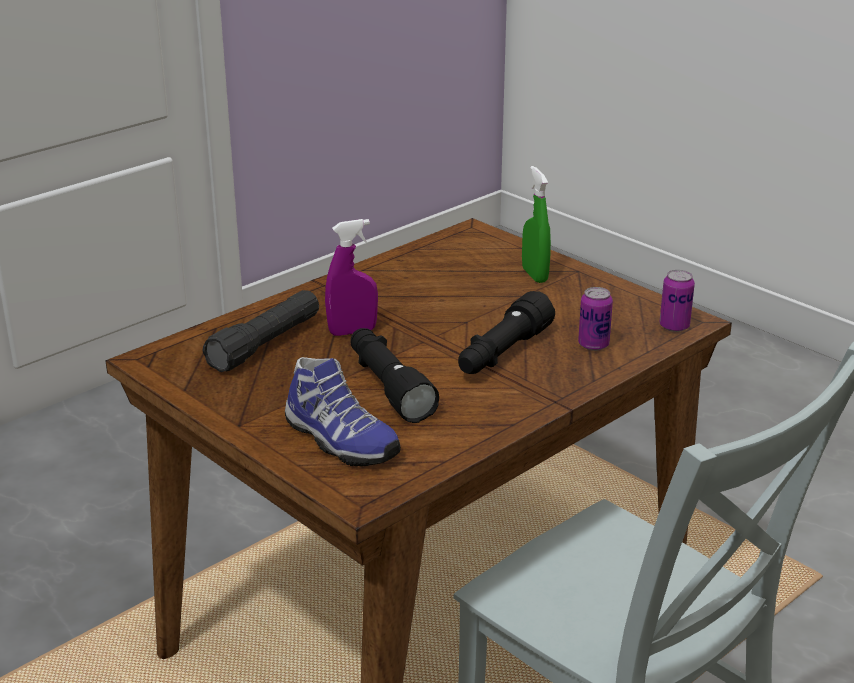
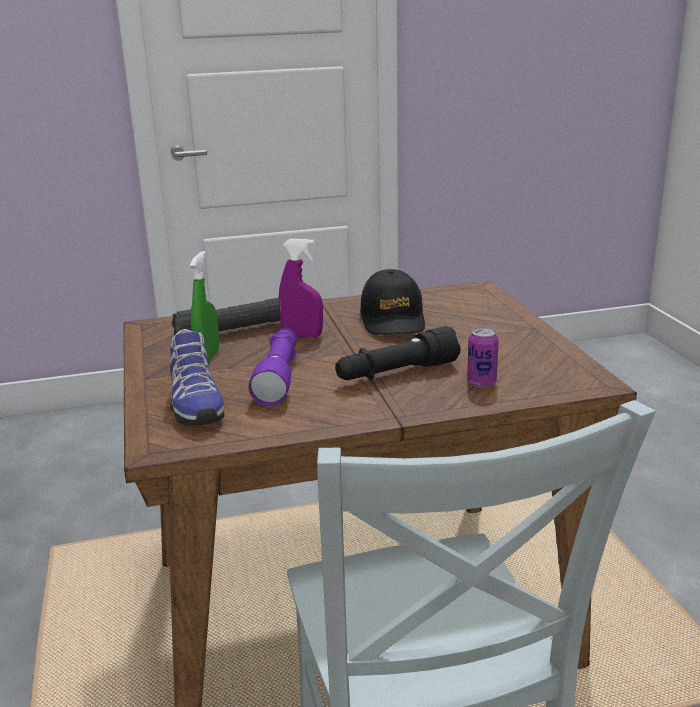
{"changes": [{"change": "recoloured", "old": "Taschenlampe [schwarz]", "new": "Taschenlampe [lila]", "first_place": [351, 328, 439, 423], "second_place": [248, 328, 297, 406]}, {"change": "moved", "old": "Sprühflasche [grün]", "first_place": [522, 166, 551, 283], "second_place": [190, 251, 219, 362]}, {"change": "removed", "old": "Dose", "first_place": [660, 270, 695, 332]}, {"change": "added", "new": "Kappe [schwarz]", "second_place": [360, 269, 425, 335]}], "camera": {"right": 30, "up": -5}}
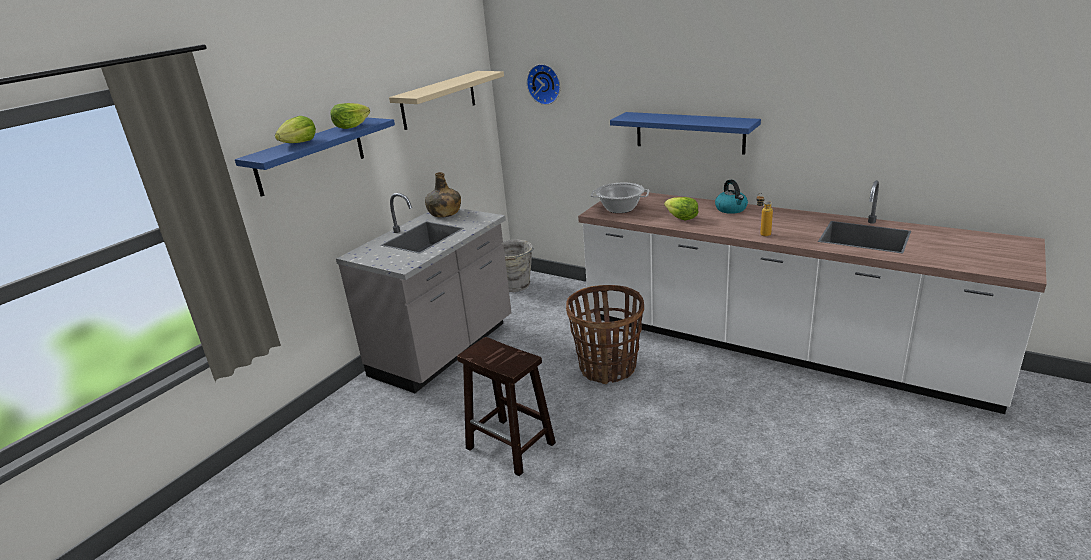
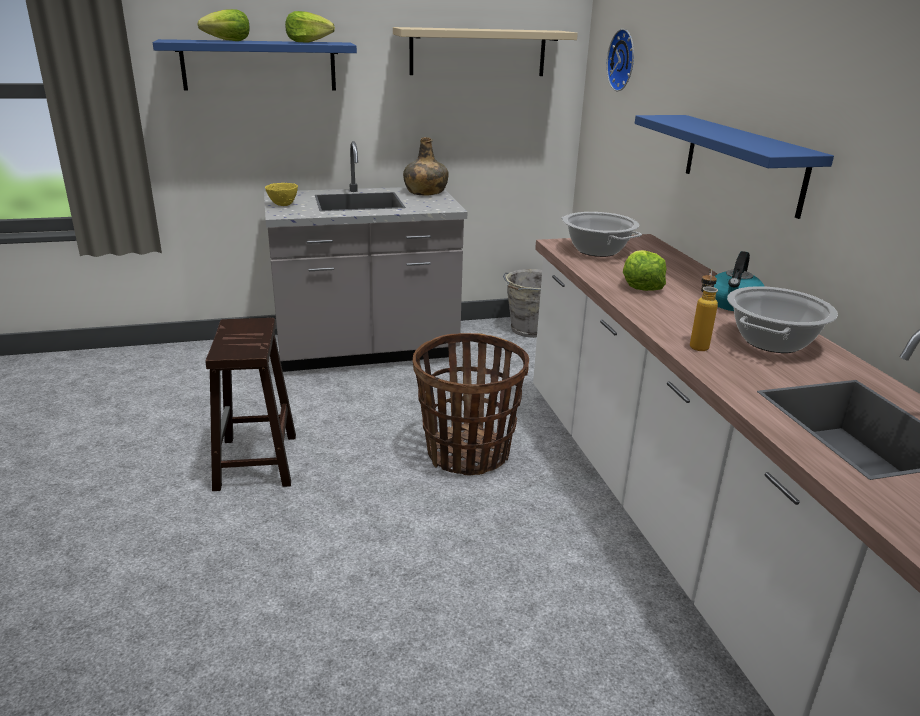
{"changes": [{"change": "added", "new": "Schüssel [gelb]", "second_place": [265, 183, 298, 206]}, {"change": "added", "new": "Kochtopf", "second_place": [727, 286, 838, 353]}], "camera": {"right": 40, "up": 0}}
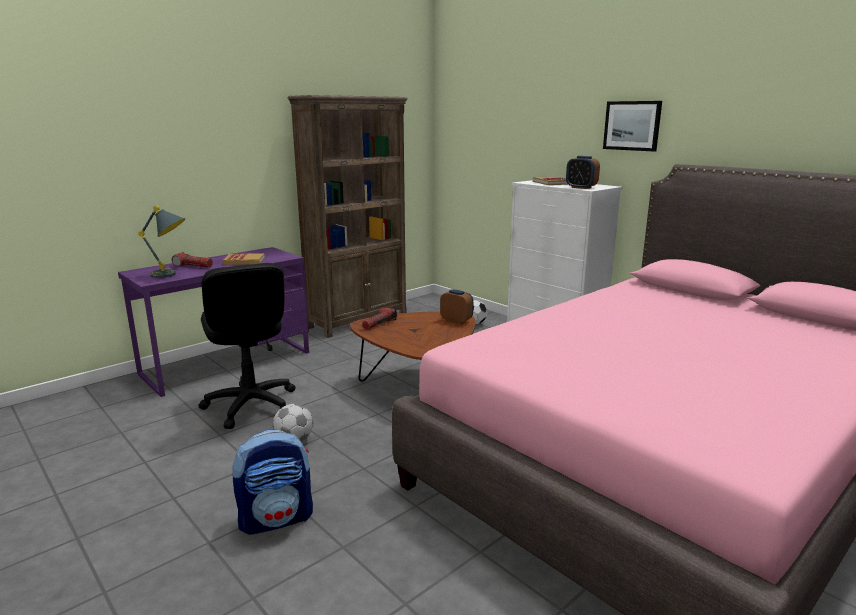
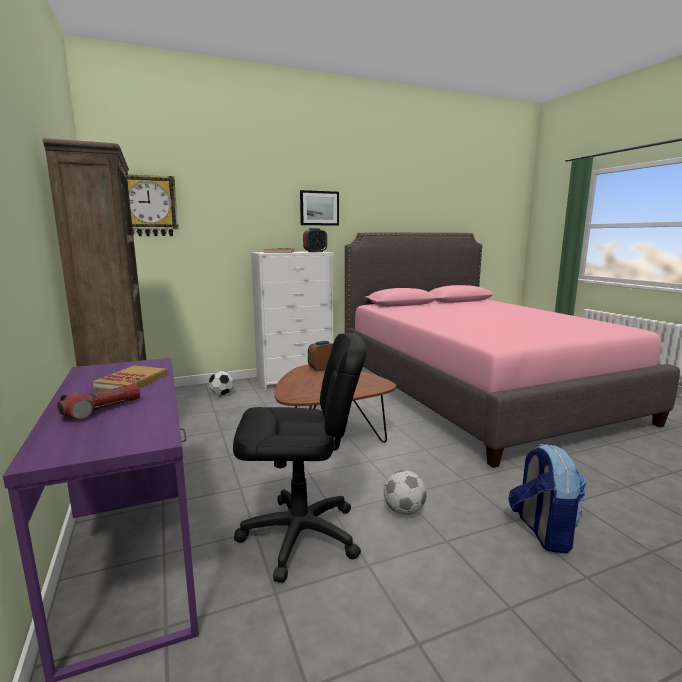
{"changes": [{"change": "removed", "old": "Tischlampe [grau]", "first_place": [138, 206, 185, 278]}, {"change": "removed", "old": "Taschenlampe", "first_place": [362, 308, 397, 330]}, {"change": "added", "new": "Wanduhr", "second_place": [127, 174, 179, 236]}], "camera": {"right": -70, "up": -5}}
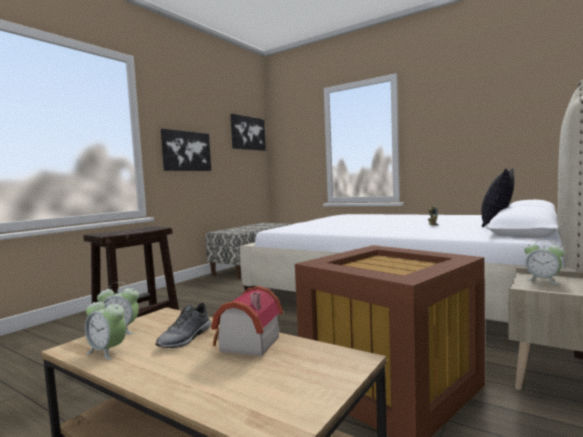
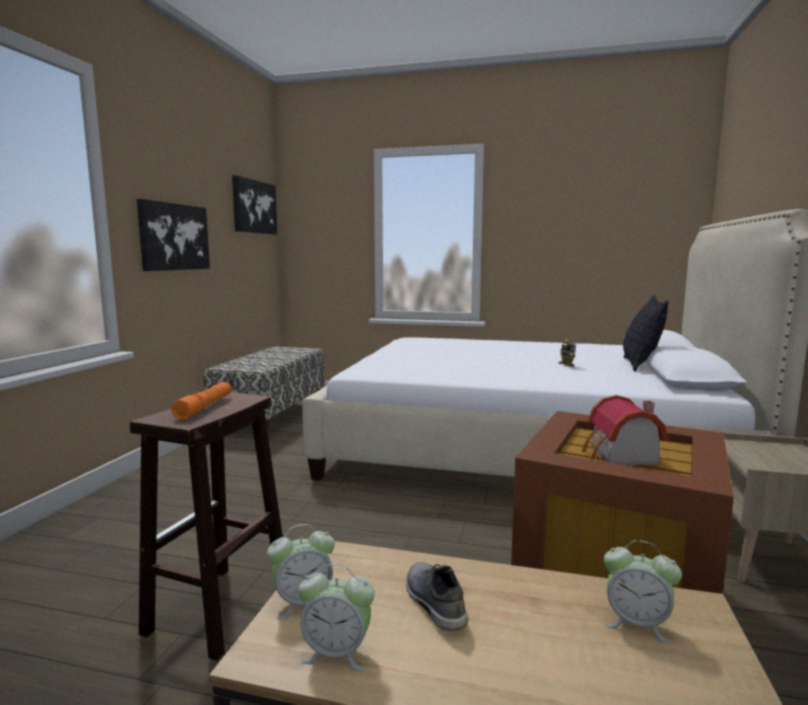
{"changes": [{"change": "turned", "old": "Schuh [grau]", "first_place": [155, 303, 211, 348], "second_place": [406, 562, 468, 631], "degrees": 150}, {"change": "moved", "old": "Spielzeughaus", "first_place": [211, 286, 283, 356], "second_place": [582, 395, 669, 465]}, {"change": "moved", "old": "Wecker", "first_place": [524, 239, 565, 285], "second_place": [604, 540, 682, 643]}, {"change": "added", "new": "Taschenlampe [orange]", "second_place": [171, 382, 232, 420]}], "camera": {"right": -20, "up": 5}}
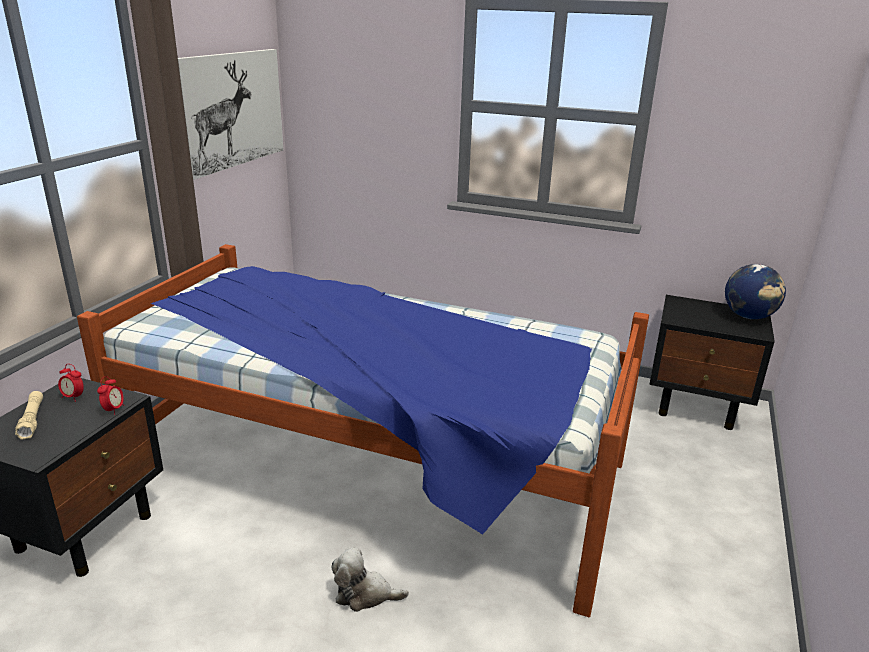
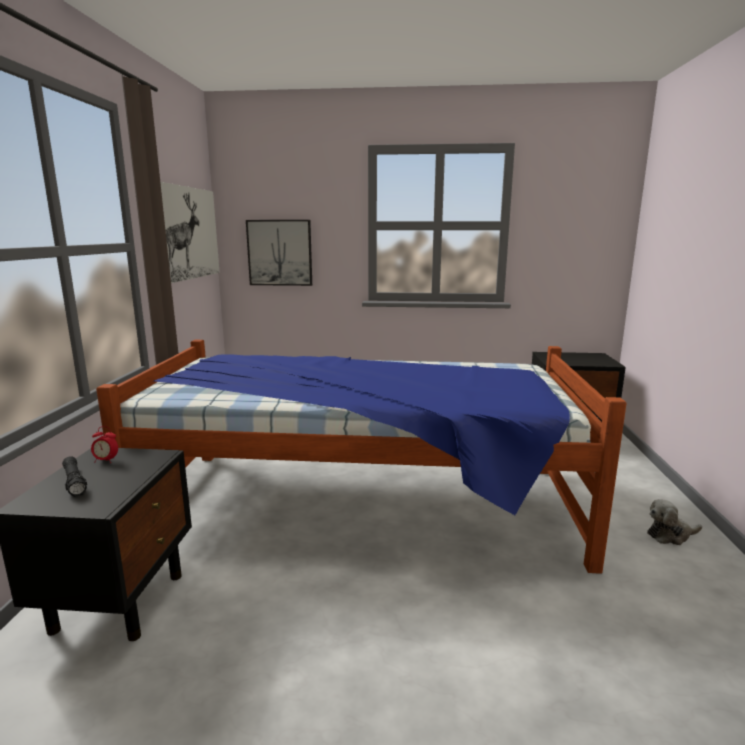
{"changes": [{"change": "recoloured", "old": "Taschenlampe [beige]", "new": "Taschenlampe [schwarz]", "first_place": [15, 391, 43, 440], "second_place": [62, 456, 87, 497]}, {"change": "removed", "old": "Wecker", "first_place": [97, 376, 124, 415]}, {"change": "moved", "old": "Plüschtier", "first_place": [332, 547, 409, 612], "second_place": [647, 499, 702, 545]}, {"change": "removed", "old": "Globus", "first_place": [725, 264, 786, 319]}, {"change": "added", "new": "Bild", "second_place": [246, 220, 312, 286]}], "camera": {"right": -15, "up": -10}}
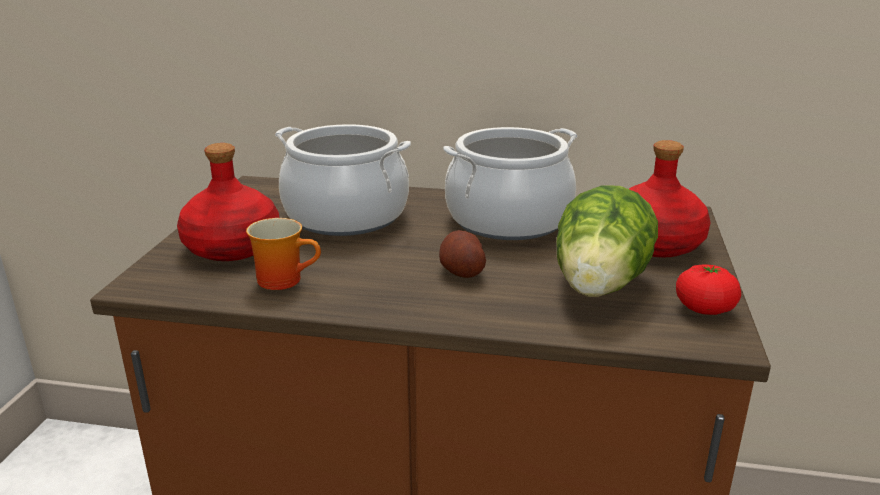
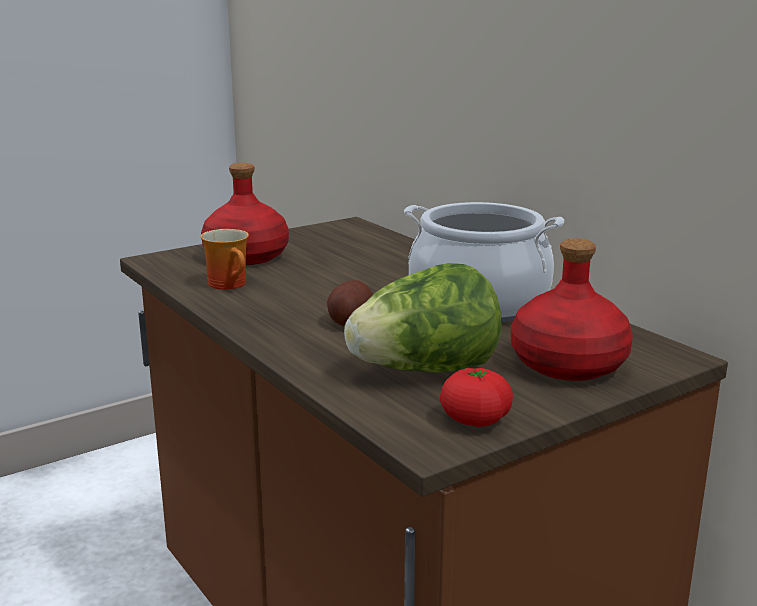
{"changes": [{"change": "removed", "old": "Kochtopf", "first_place": [275, 124, 411, 236]}], "camera": {"right": 45, "up": -5}}
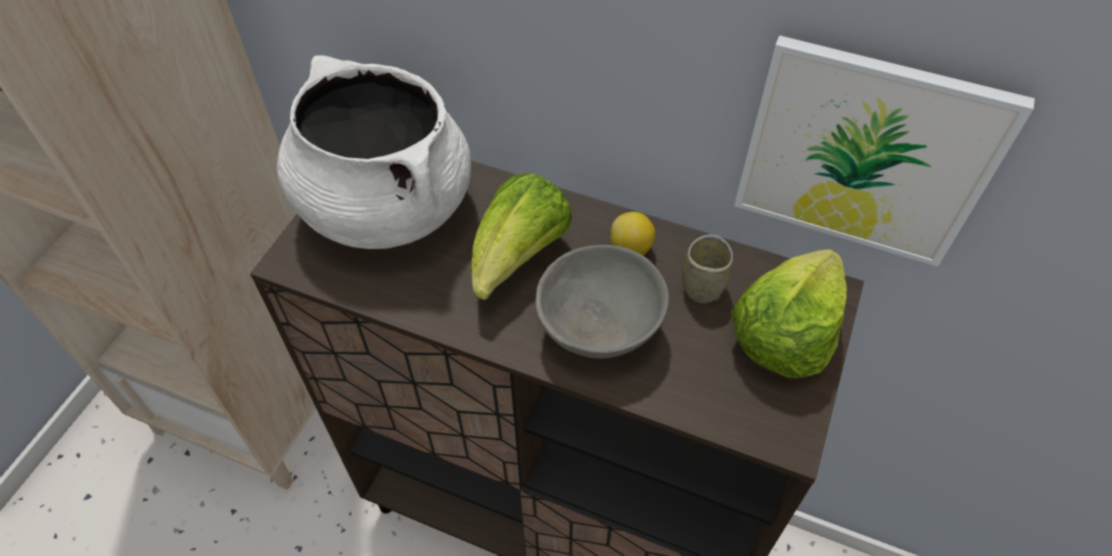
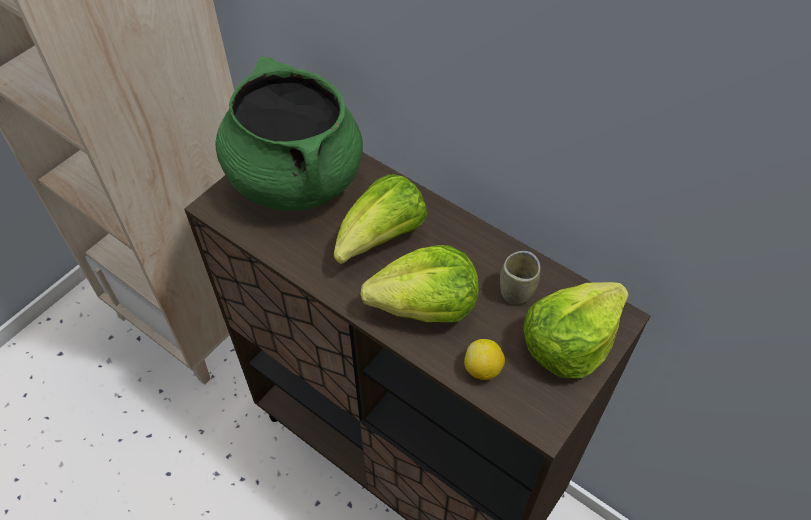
{"changes": [{"change": "recoloured", "old": "Kochtopf [weiß]", "new": "Kochtopf [grün]", "first_place": [277, 55, 471, 249], "second_place": [215, 56, 363, 211]}, {"change": "replaced", "old": "Schüssel [grau]", "new": "Salatkopf", "first_place": [535, 245, 669, 359], "second_place": [360, 245, 479, 322]}, {"change": "moved", "old": "Zitrone", "first_place": [611, 212, 655, 255], "second_place": [464, 339, 505, 380]}, {"change": "removed", "old": "Bild", "first_place": [734, 35, 1035, 267]}], "camera": {"right": 15, "up": 0}}
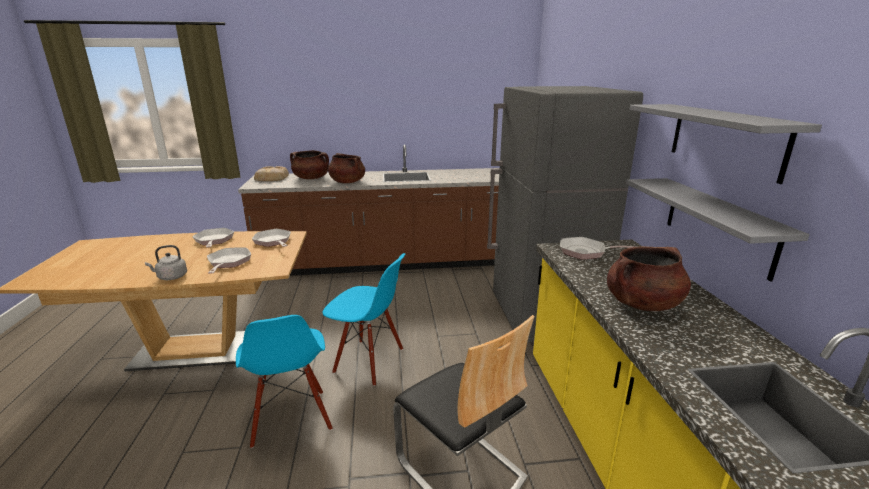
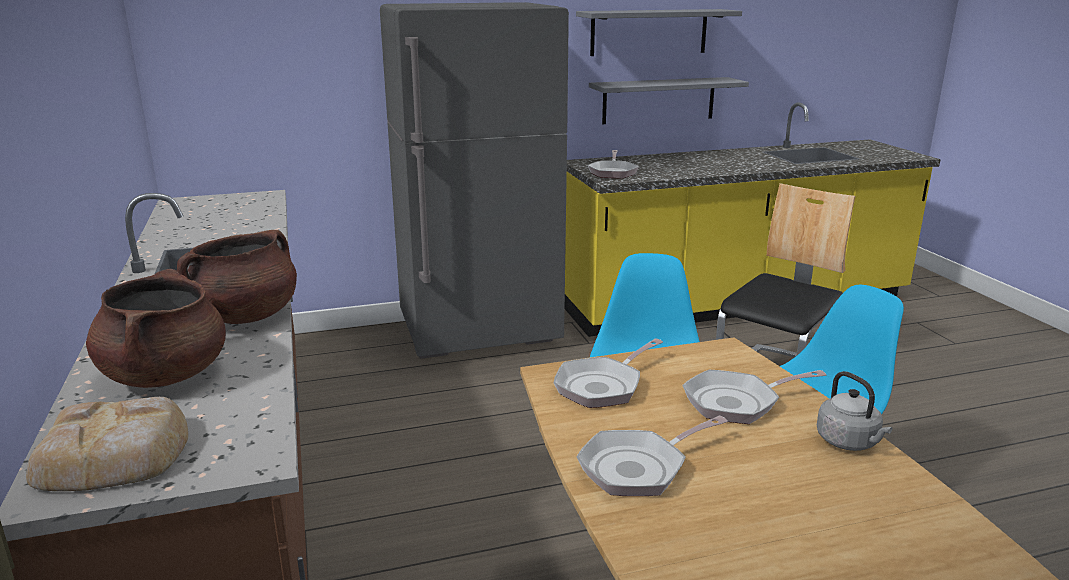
{"changes": [{"change": "removed", "old": "Kochtopf [braun]", "first_place": [607, 246, 691, 311]}], "camera": {"right": -100, "up": 0}}
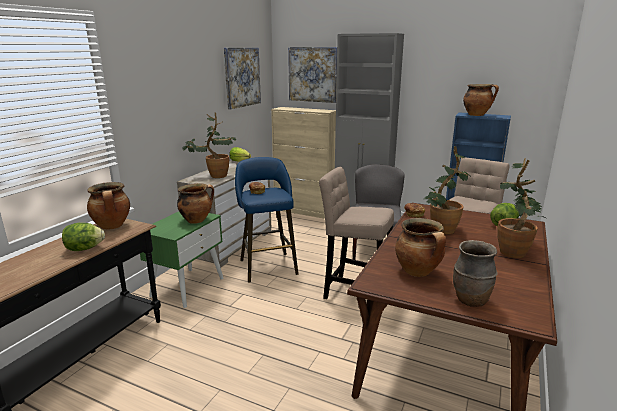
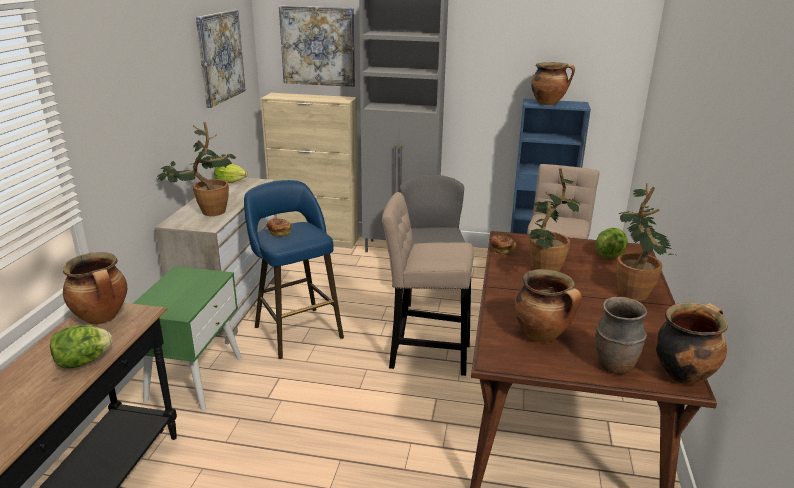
{"changes": [{"change": "moved", "old": "Kochtopf", "first_place": [177, 183, 214, 224], "second_place": [655, 303, 728, 385]}], "camera": {"right": -15, "up": 5}}
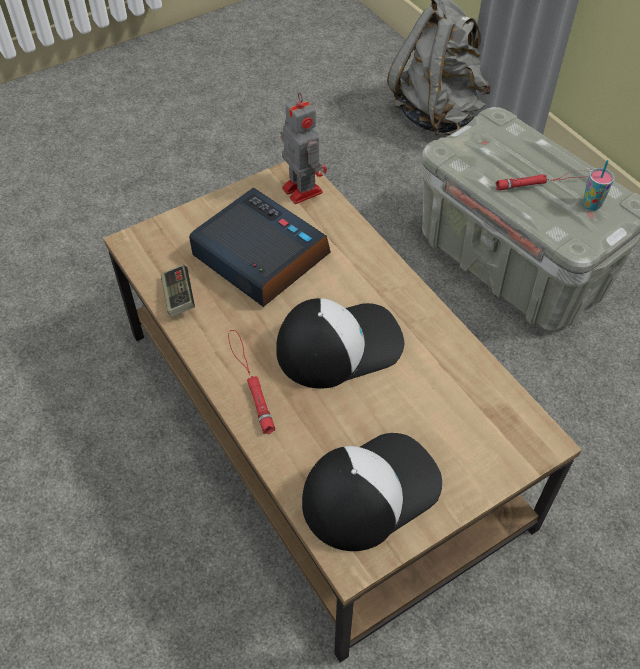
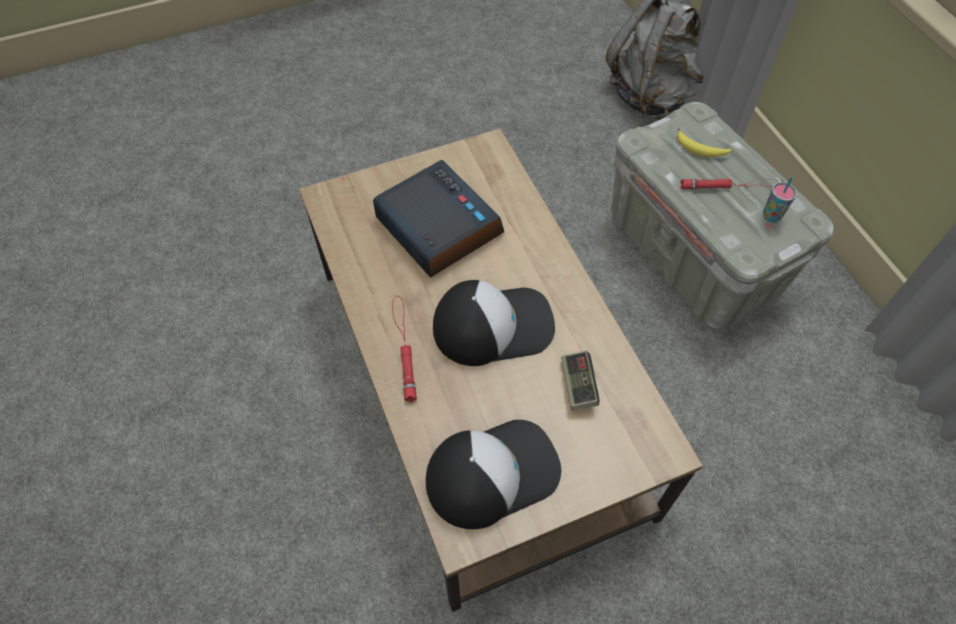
{"changes": [{"change": "moved", "old": "Gamepad", "first_place": [161, 265, 195, 317], "second_place": [561, 351, 599, 411]}, {"change": "removed", "old": "Spielzeugroboter", "first_place": [280, 92, 327, 204]}, {"change": "added", "new": "Banane", "second_place": [677, 128, 732, 157]}], "camera": {"right": 10, "up": 5}}
